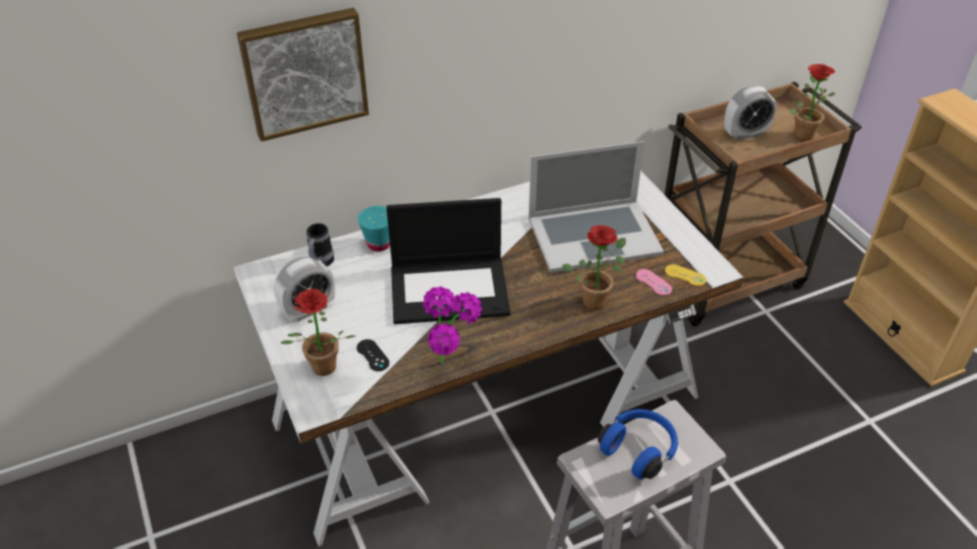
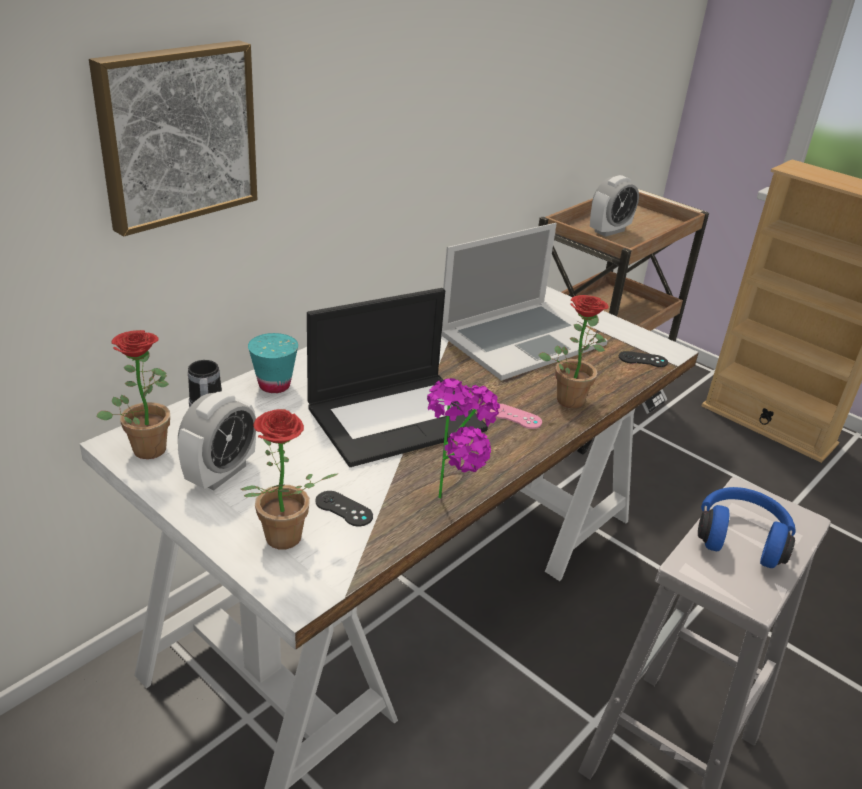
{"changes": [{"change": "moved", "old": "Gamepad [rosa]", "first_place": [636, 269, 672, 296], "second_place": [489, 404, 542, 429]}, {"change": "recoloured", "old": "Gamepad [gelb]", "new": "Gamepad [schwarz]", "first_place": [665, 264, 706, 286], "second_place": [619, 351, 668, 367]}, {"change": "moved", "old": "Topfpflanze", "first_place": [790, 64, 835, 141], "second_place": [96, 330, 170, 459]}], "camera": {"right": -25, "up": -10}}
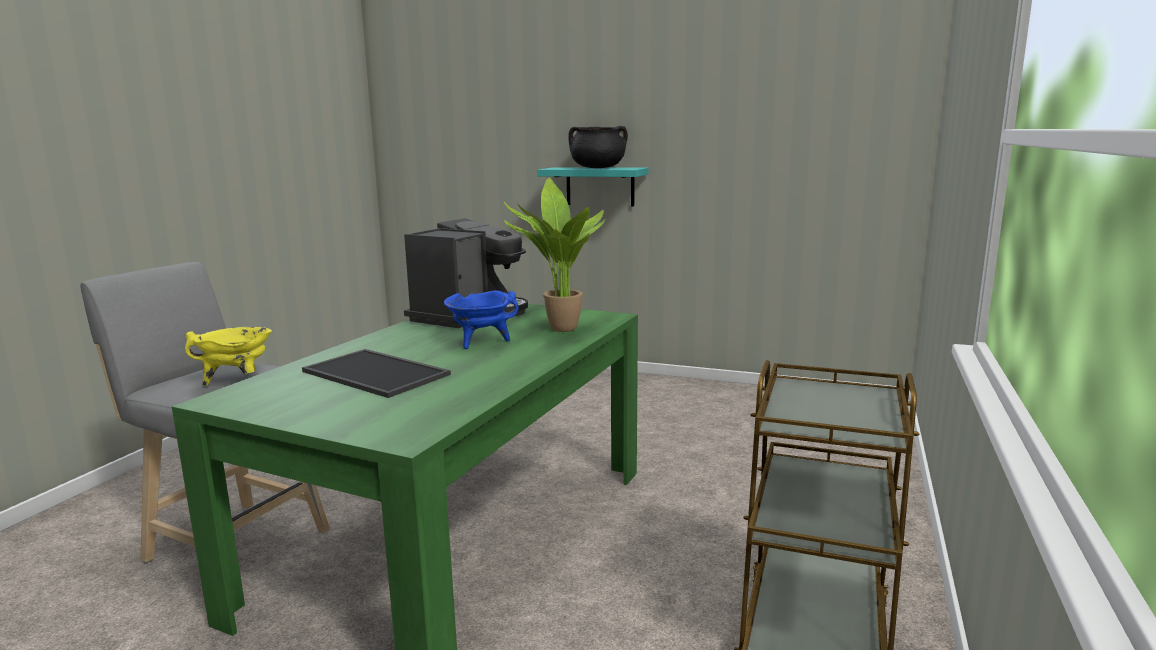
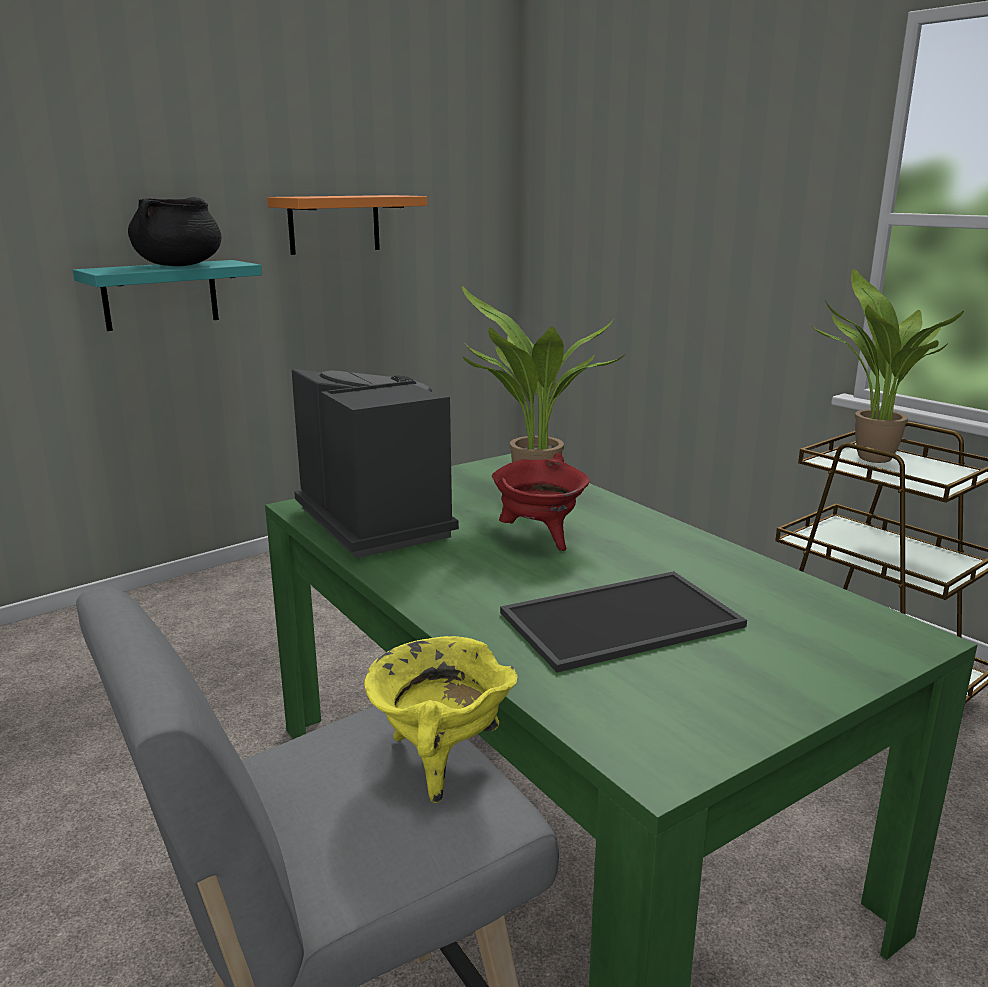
{"changes": [{"change": "recoloured", "old": "Kochtopf [blau]", "new": "Kochtopf [rot]", "first_place": [444, 291, 519, 349], "second_place": [492, 453, 589, 551]}, {"change": "added", "new": "Wandregal [orange]", "second_place": [267, 195, 427, 255]}, {"change": "added", "new": "Topfpflanze", "second_place": [810, 269, 964, 463]}], "camera": {"right": -60, "up": 5}}
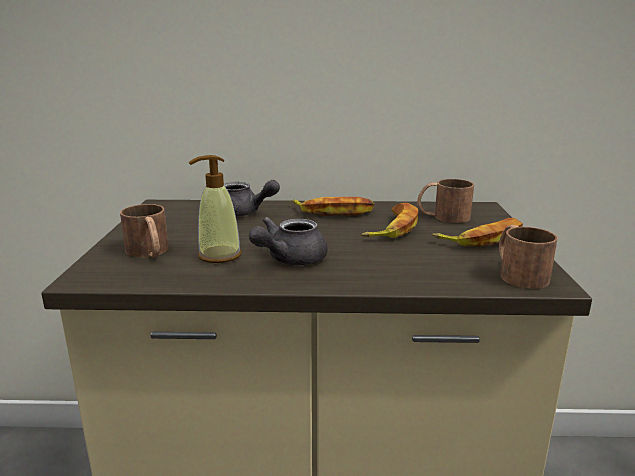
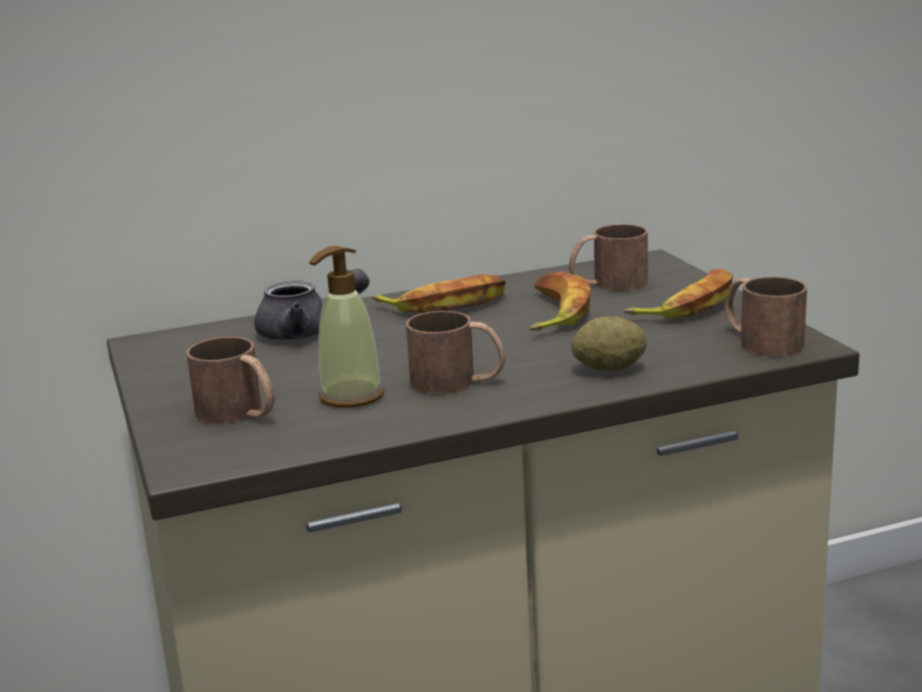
{"changes": [{"change": "replaced", "old": "Teekanne [grau]", "new": "Henkelbecher [braun]", "first_place": [249, 217, 328, 265], "second_place": [406, 311, 505, 394]}, {"change": "added", "new": "Kartoffel", "second_place": [571, 316, 647, 371]}], "camera": {"right": -20, "up": 0}}
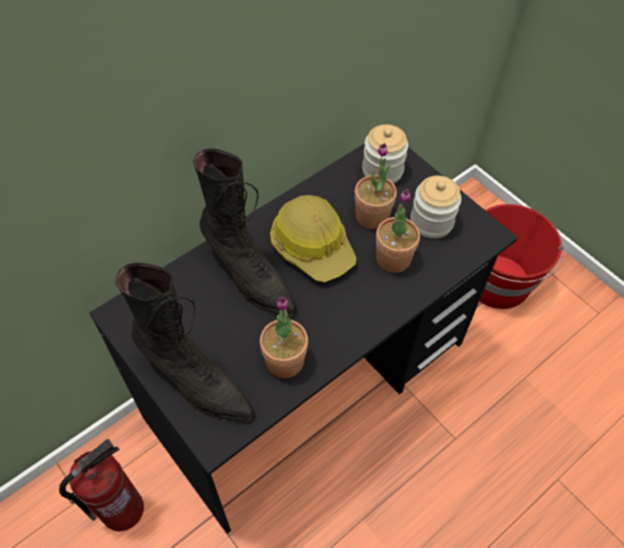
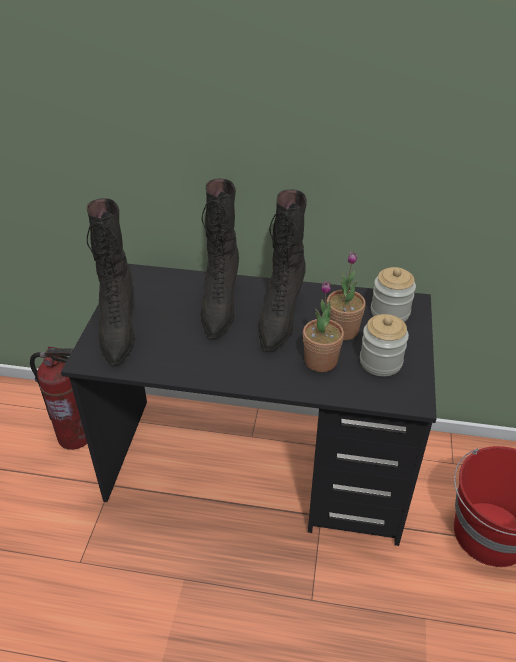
{"changes": [{"change": "removed", "old": "Topfpflanze", "first_place": [260, 297, 308, 378]}, {"change": "replaced", "old": "Schutzhelm", "new": "Stiefel [schwarz]", "first_place": [270, 195, 357, 282], "second_place": [258, 189, 307, 351]}], "camera": {"right": 50, "up": -15}}
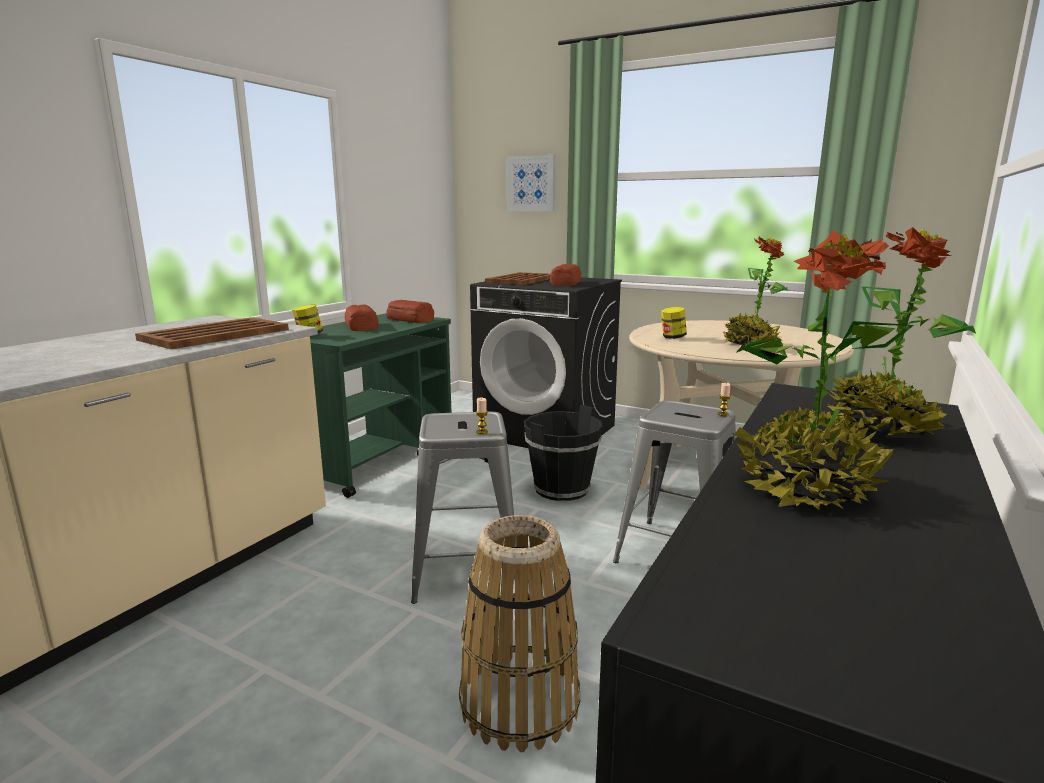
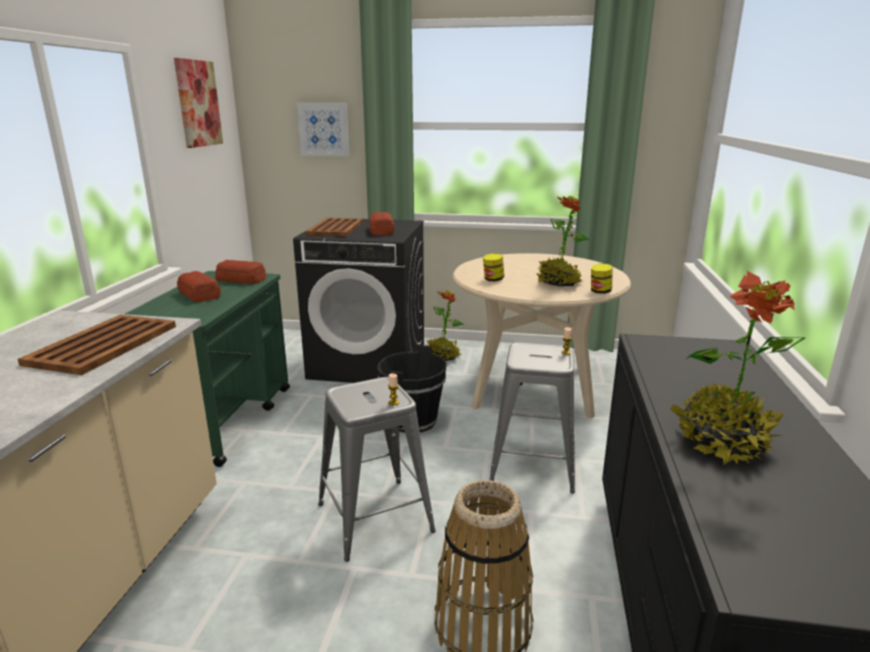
{"changes": [{"change": "moved", "old": "Vorratsglas", "first_place": [292, 305, 323, 334], "second_place": [591, 263, 613, 294]}, {"change": "moved", "old": "Topfpflanze", "first_place": [827, 227, 976, 438], "second_place": [427, 290, 464, 361]}, {"change": "added", "new": "Bild", "second_place": [174, 58, 223, 148]}], "camera": {"right": -20, "up": 5}}
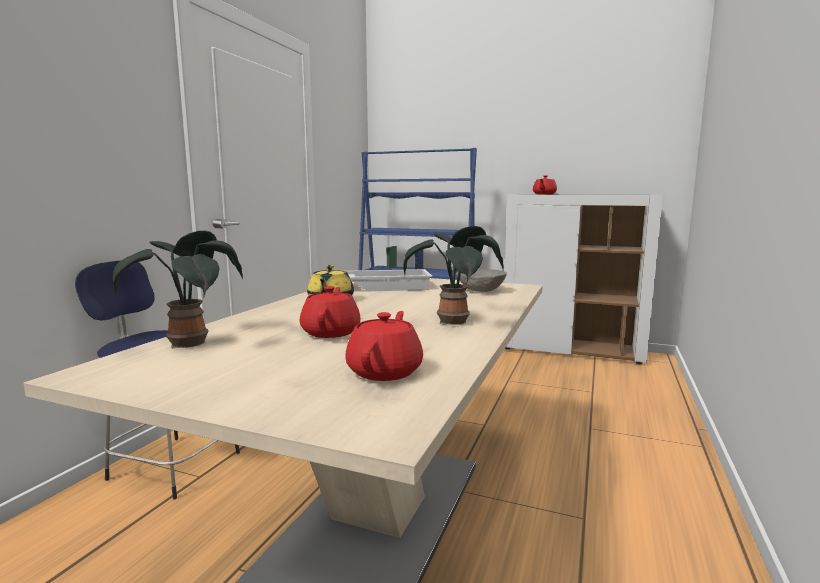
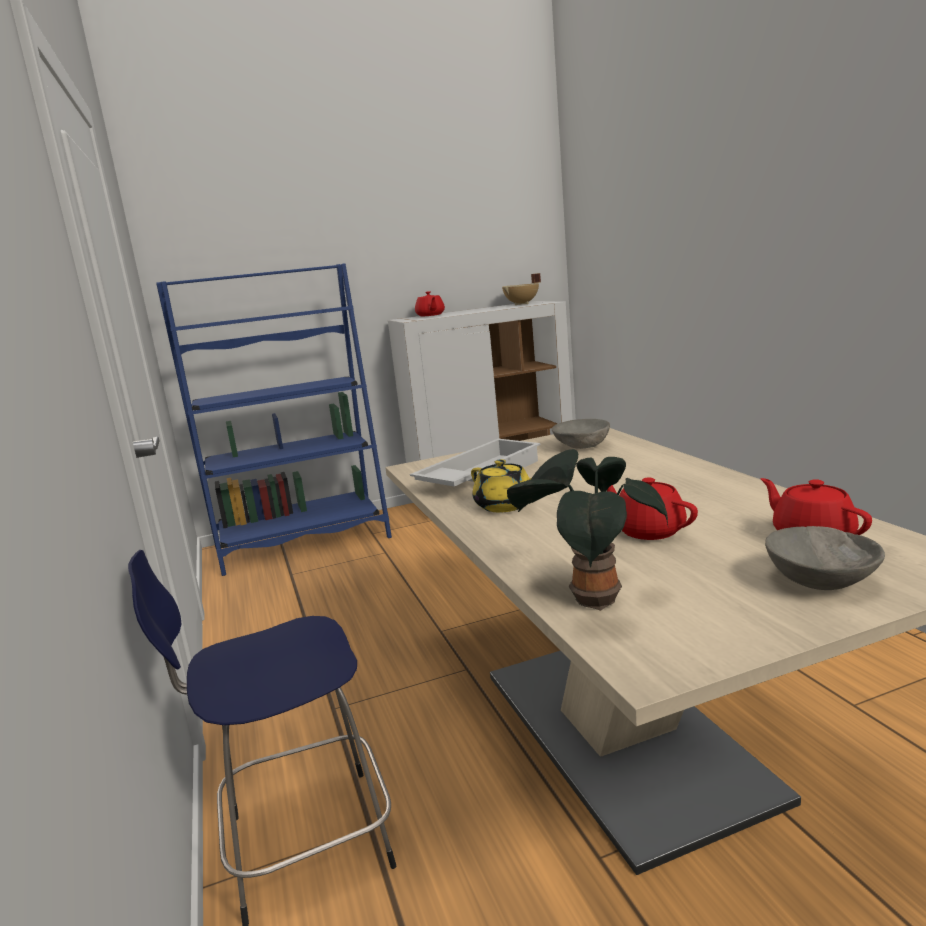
{"changes": [{"change": "removed", "old": "Topfpflanze", "first_place": [403, 226, 504, 325]}, {"change": "added", "new": "Kochtopf [beige]", "second_place": [502, 273, 541, 305]}, {"change": "added", "new": "Schüssel [grau]", "second_place": [765, 526, 885, 590]}], "camera": {"right": -40, "up": 5}}
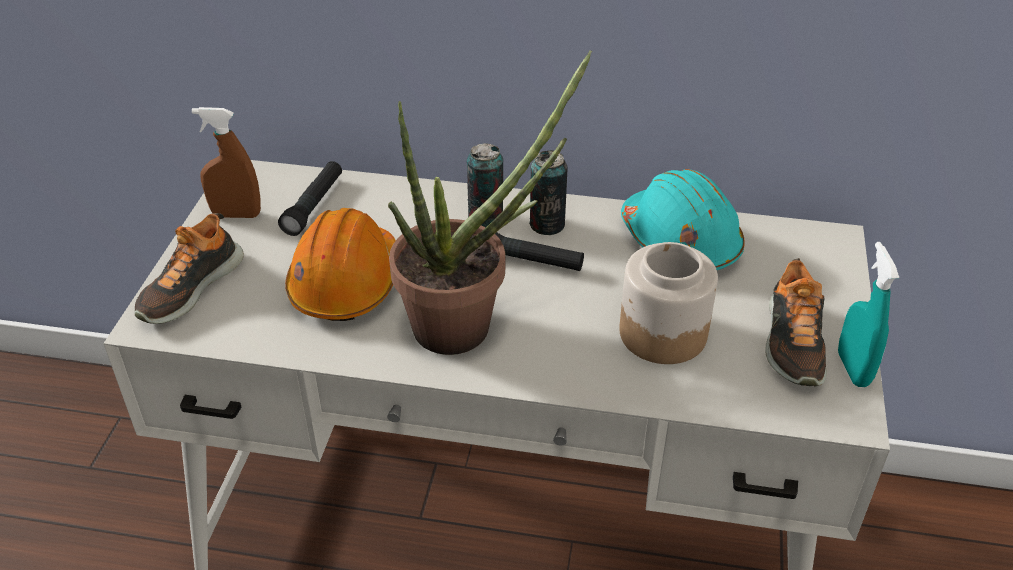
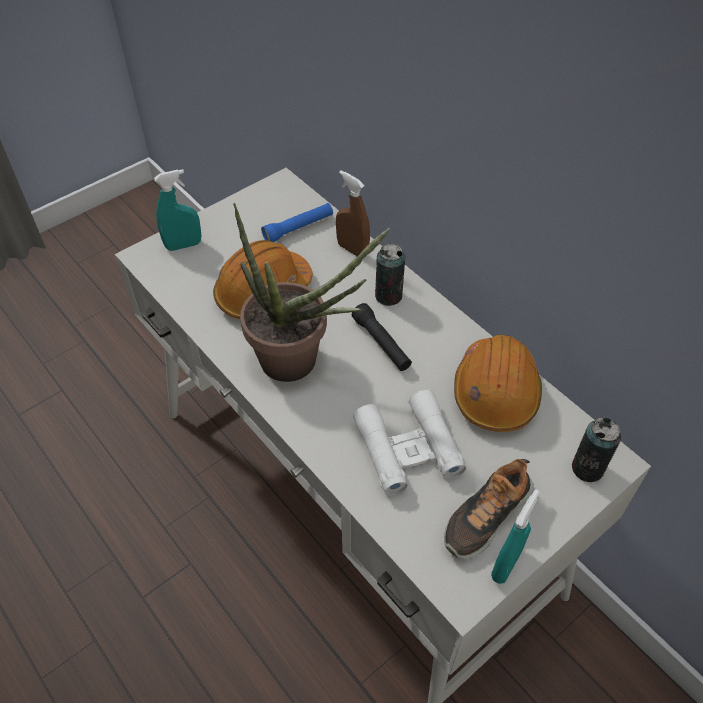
{"changes": [{"change": "replaced", "old": "Schuh", "new": "Sprühflasche [türkis]", "first_place": [134, 213, 244, 324], "second_place": [154, 169, 201, 251]}, {"change": "moved", "old": "Sprühflasche [braun]", "first_place": [192, 107, 261, 218], "second_place": [336, 170, 370, 257]}, {"change": "recoloured", "old": "Taschenlampe [schwarz]", "new": "Taschenlampe [blau]", "first_place": [278, 161, 342, 236], "second_place": [261, 203, 333, 242]}, {"change": "moved", "old": "Dose", "first_place": [529, 150, 567, 235], "second_place": [572, 418, 621, 482]}, {"change": "replaced", "old": "Vorratsglas", "new": "Fernglas [weiß]", "first_place": [619, 242, 718, 364], "second_place": [353, 389, 466, 496]}, {"change": "recoloured", "old": "Schutzhelm [türkis]", "new": "Schutzhelm [orange]", "first_place": [621, 169, 745, 270], "second_place": [454, 335, 542, 432]}], "camera": {"right": 40, "up": 10}}
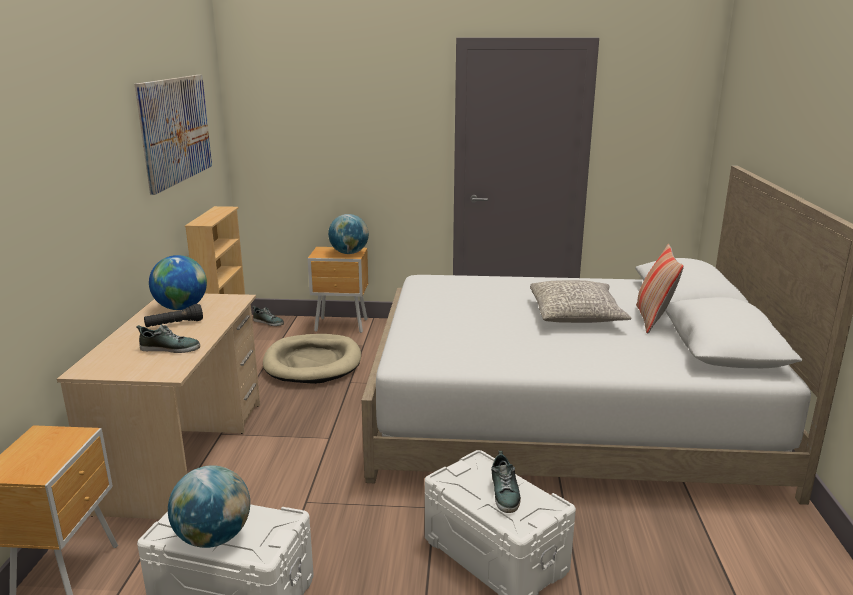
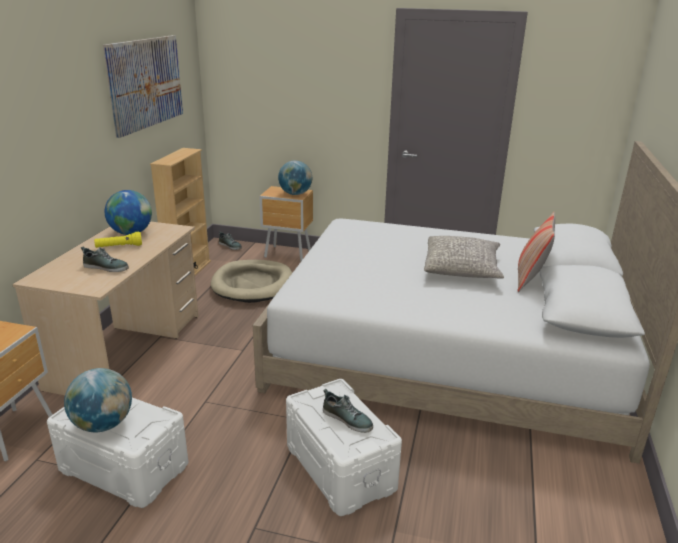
{"changes": [{"change": "recoloured", "old": "Taschenlampe [schwarz]", "new": "Taschenlampe [gelb]", "first_place": [144, 304, 203, 327], "second_place": [94, 232, 142, 248]}, {"change": "turned", "old": "Schuh", "first_place": [491, 451, 521, 513], "second_place": [323, 389, 373, 433], "degrees": -60}], "camera": {"right": 10, "up": 5}}
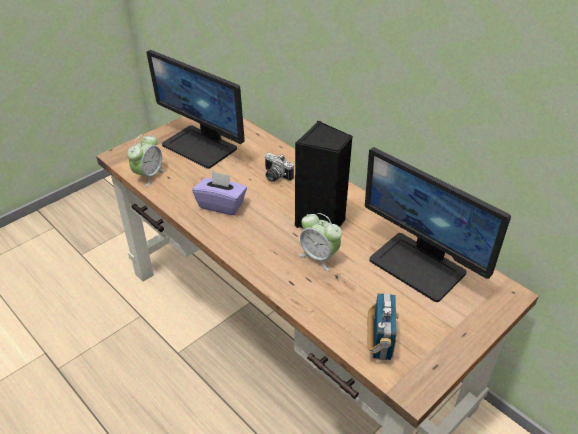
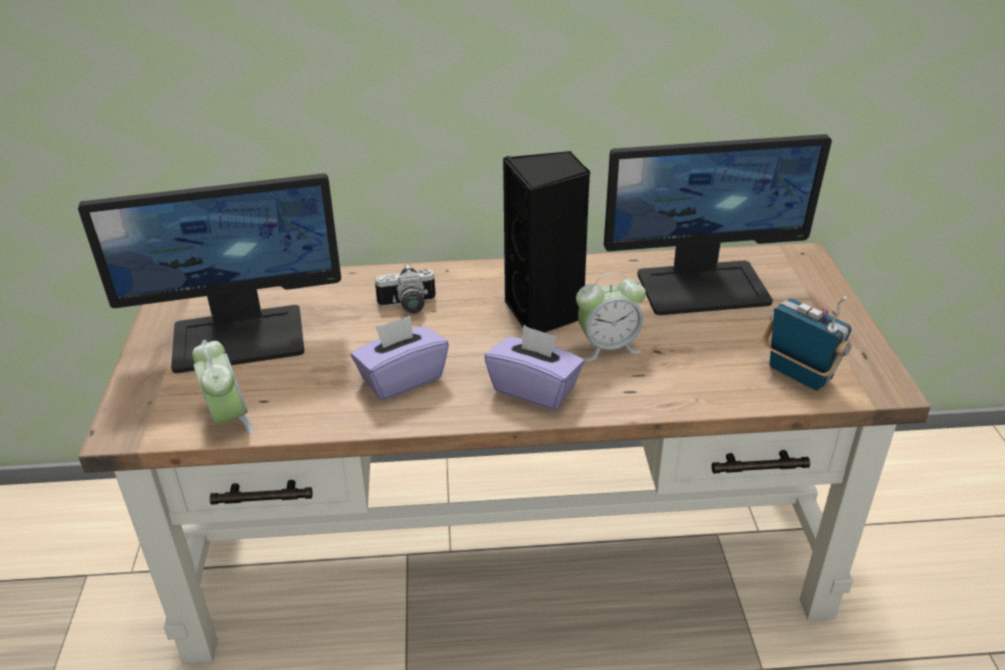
{"changes": [{"change": "added", "new": "Taschentuchbox [lila]", "second_place": [485, 325, 584, 410]}], "camera": {"right": -50, "up": -5}}
